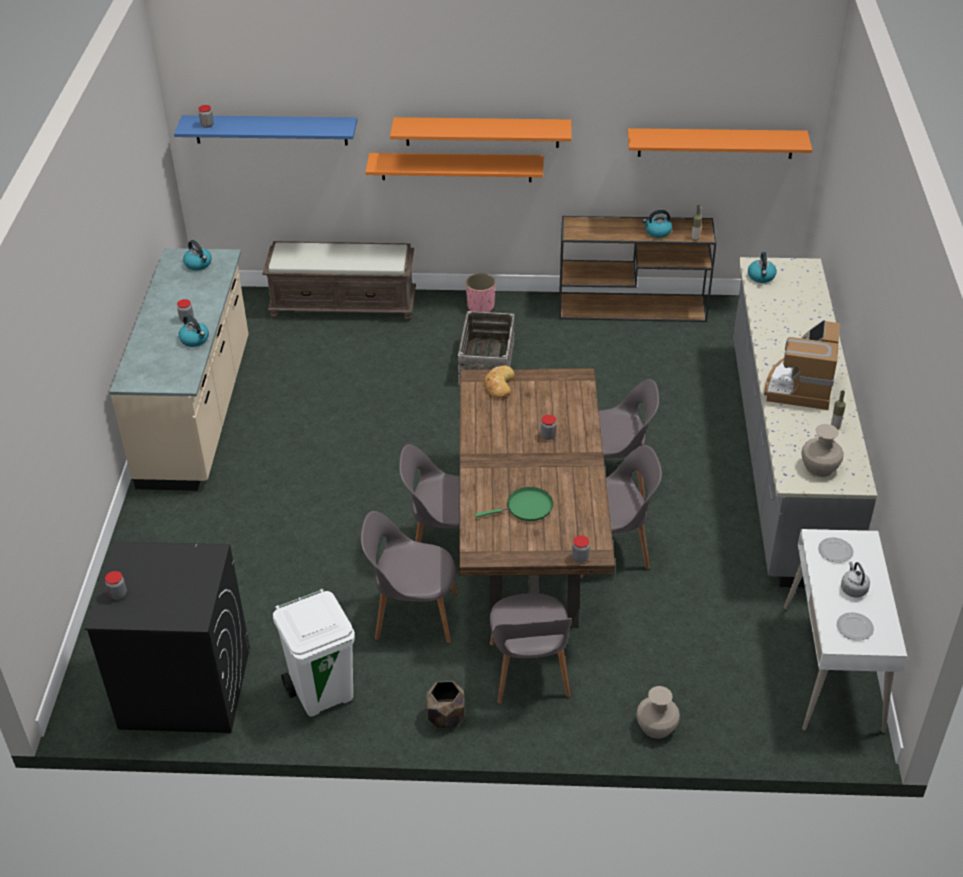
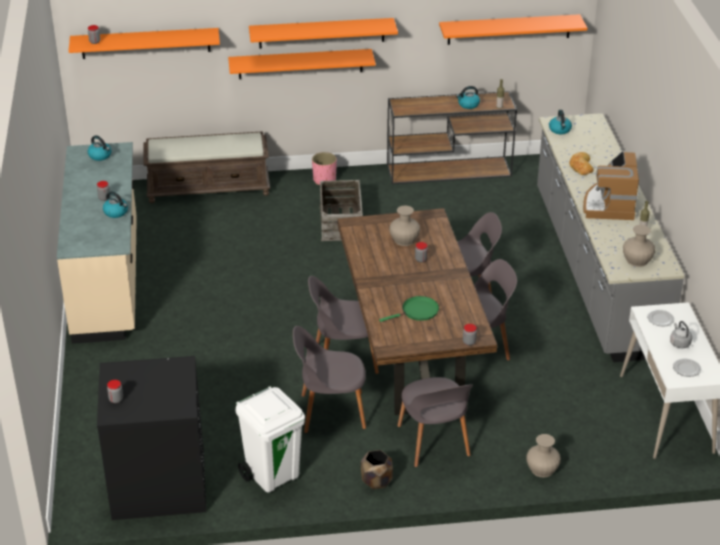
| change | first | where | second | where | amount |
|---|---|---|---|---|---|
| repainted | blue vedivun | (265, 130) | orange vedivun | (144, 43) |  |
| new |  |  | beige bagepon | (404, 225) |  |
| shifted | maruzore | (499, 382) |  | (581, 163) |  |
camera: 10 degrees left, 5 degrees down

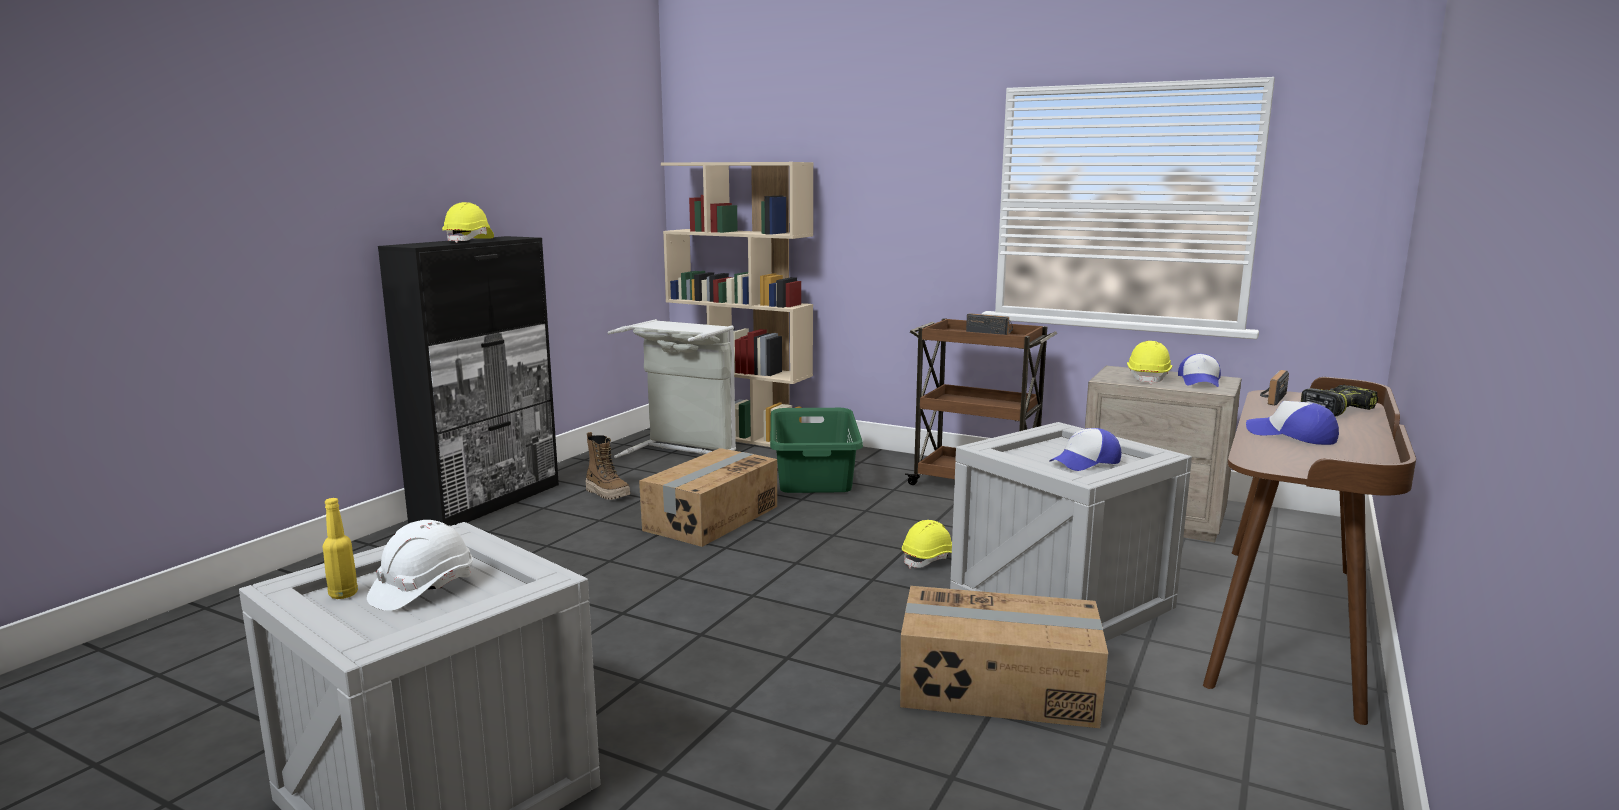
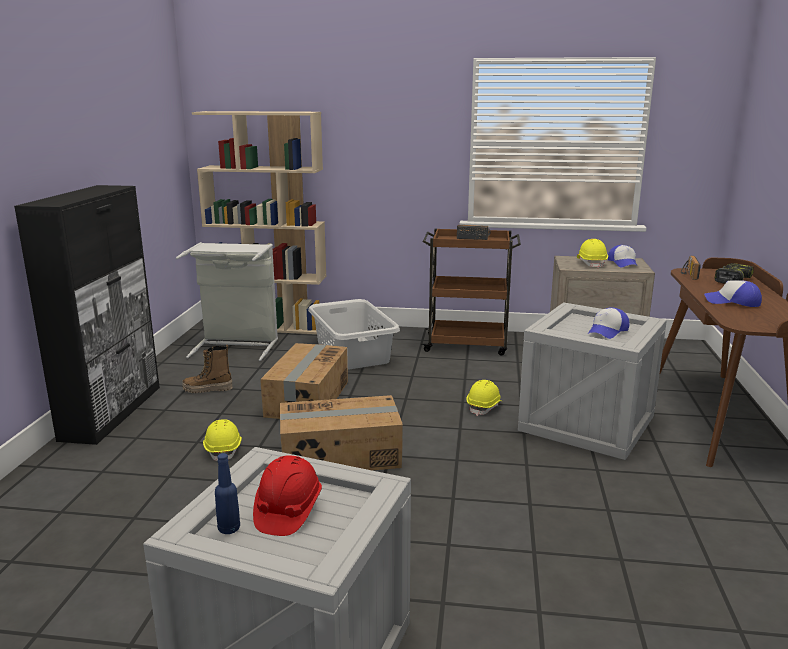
| change | first | where | second | where | amount |
|---|---|---|---|---|---|
| rotated | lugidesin | (608, 466) |  | (207, 369) | 150 degrees clockwise |
| shifted | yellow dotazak | (468, 222) |  | (222, 440) |  |
| repainted | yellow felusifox | (340, 548) | blue felusifox | (227, 493) |  |
| repainted | white dotazak | (420, 565) | red dotazak | (287, 495) |  |
| shifted | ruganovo | (1004, 657) |  | (341, 432) |  |
| repainted | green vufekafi | (816, 450) | grey vufekafi | (354, 334) |  |
camera: 20 degrees left, 5 degrees up

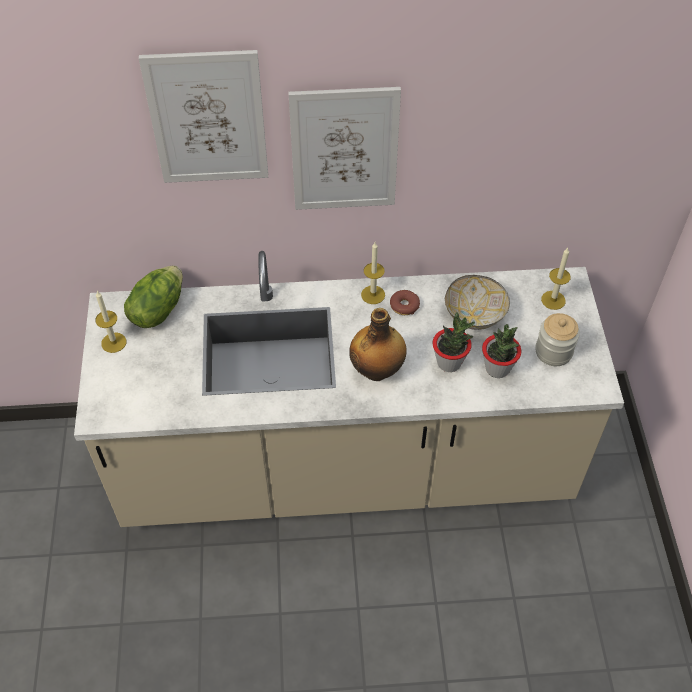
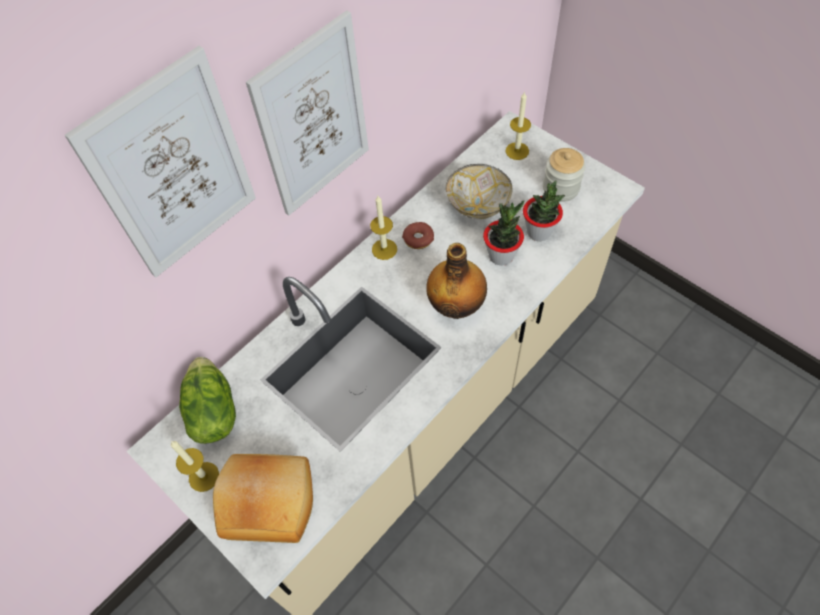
| change | first | where | second | where | amount |
|---|---|---|---|---|---|
| new |  |  | maruzore | (263, 498) |  |
camera: 40 degrees left, 5 degrees up

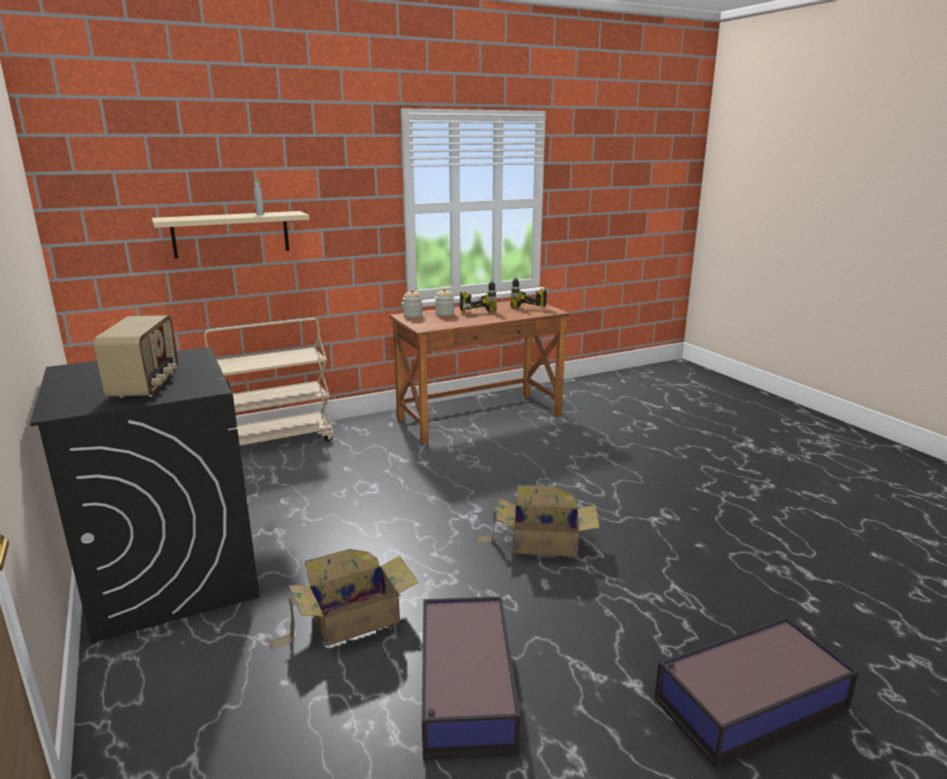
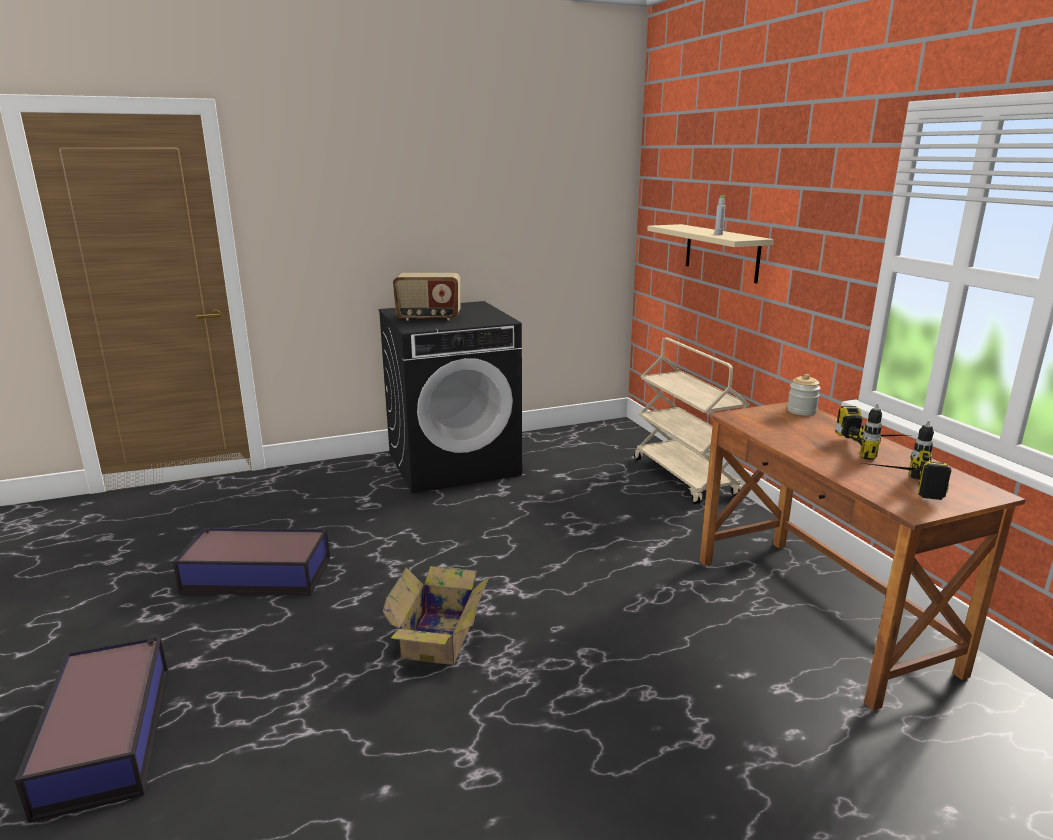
| change | first | where | second | where | amount |
|---|---|---|---|---|---|
| gone | ruganovo | (343, 599) |  |  |  |
| gone | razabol | (444, 302) |  |  |  |
camera: 95 degrees right, 0 degrees up

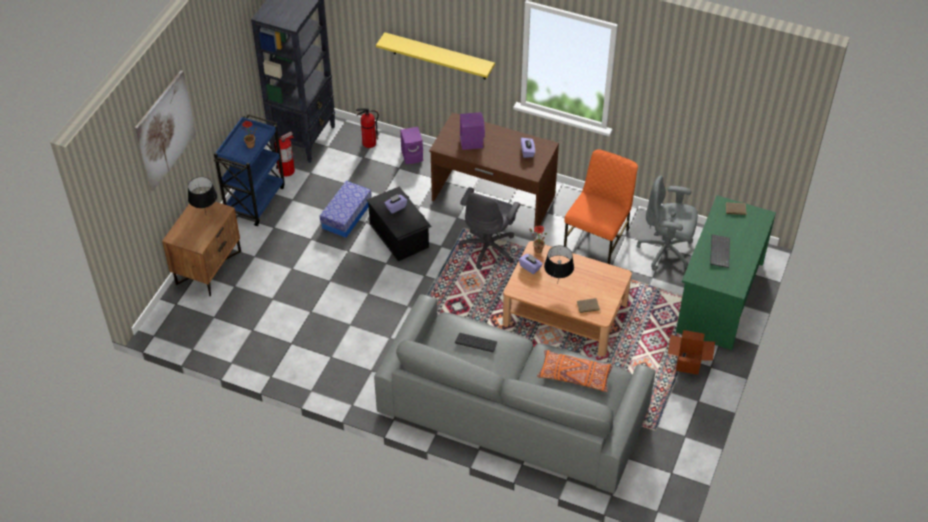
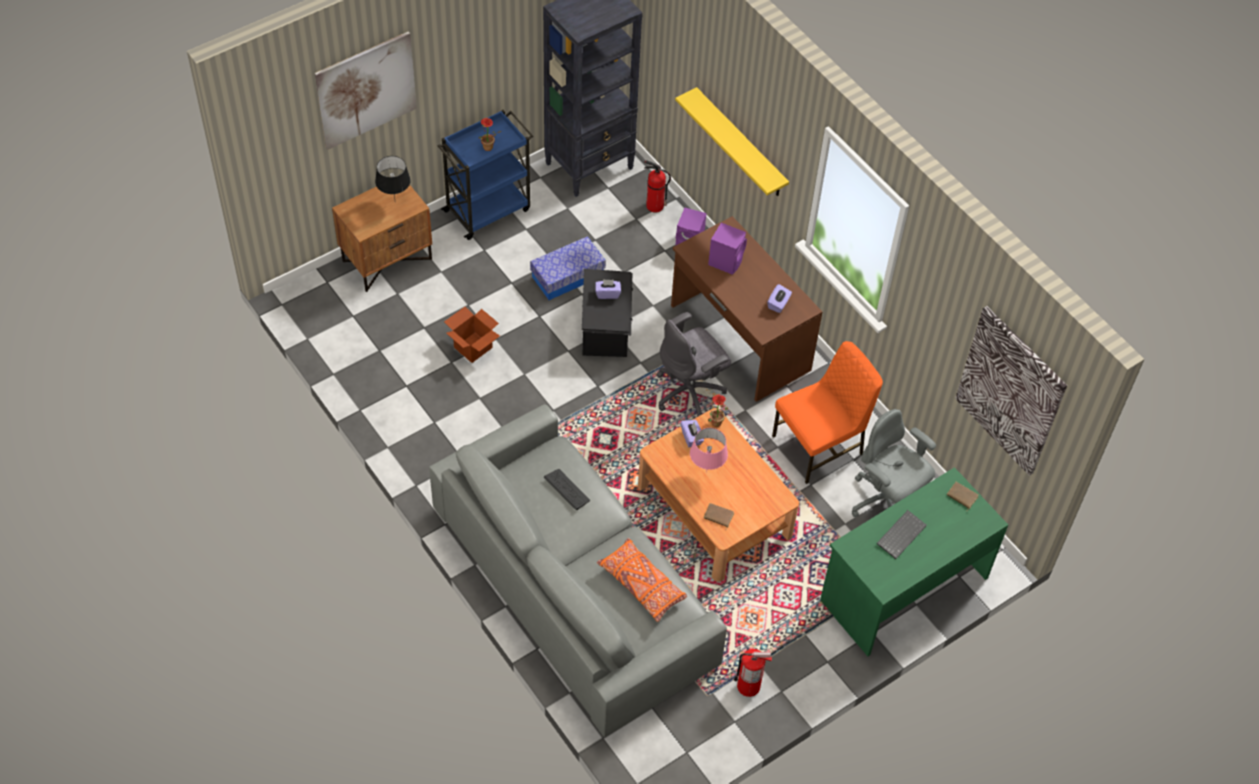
| change | first | where | second | where | amount |
|---|---|---|---|---|---|
| shifted | ruganovo | (691, 352) |  | (472, 335) |  |
| repainted | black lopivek | (559, 262) | pink lopivek | (709, 450) |  |
| shifted | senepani | (284, 154) |  | (753, 673) |  |
| new |  |  | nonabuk | (1011, 391) |  |
camera: 30 degrees right, 5 degrees up

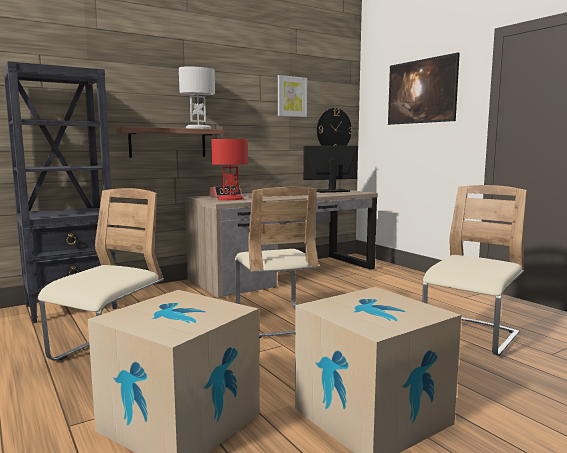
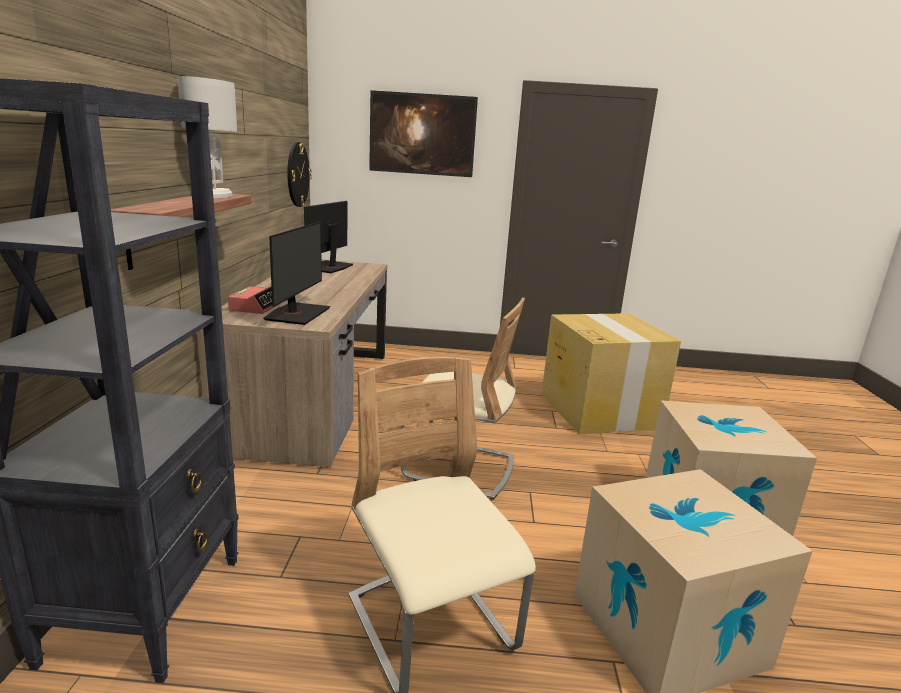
| change | first | where | second | where | amount |
|---|---|---|---|---|---|
| swapped | red lopivek | (229, 169) | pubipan | (296, 273) |  |
| swapped | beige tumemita | (474, 270) | ruganovo | (611, 374) |  |
| gone | nonabuk | (292, 96) |  |  |  |
camera: 55 degrees left, 10 degrees up

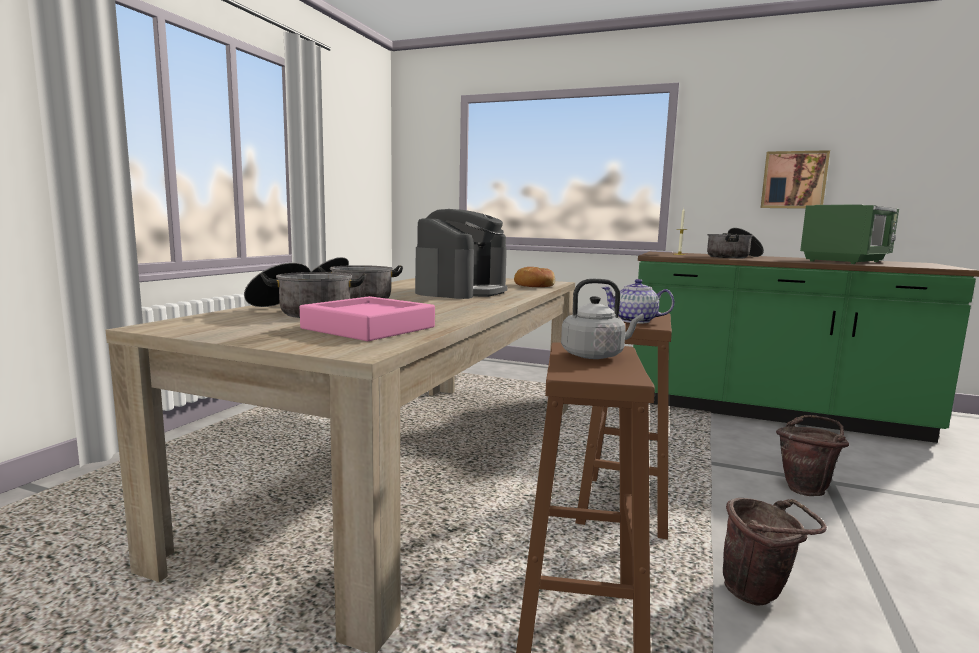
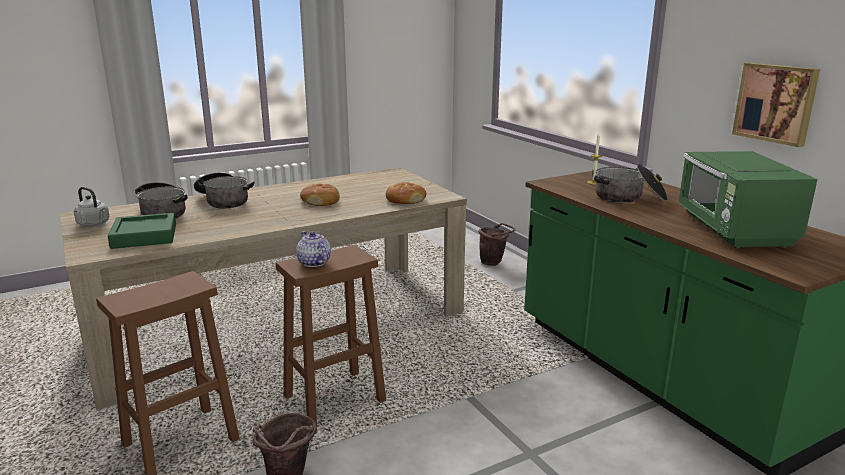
| change | first | where | second | where | amount |
|---|---|---|---|---|---|
| shifted | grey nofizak | (602, 319) |  | (92, 206) |  |
| repainted | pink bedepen | (367, 318) | green bedepen | (142, 231) |  |
| swapped | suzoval | (461, 254) | maruzore | (320, 195) |  |
| shifted | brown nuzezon | (812, 455) |  | (496, 244) |  |
| rotated | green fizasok | (849, 234) |  | (748, 199) | 90 degrees clockwise |
camera: 40 degrees right, 10 degrees up

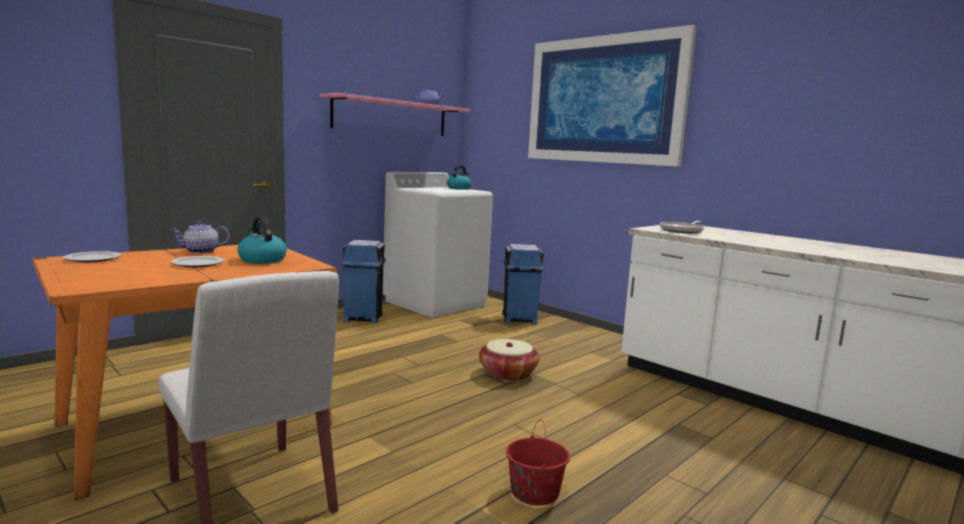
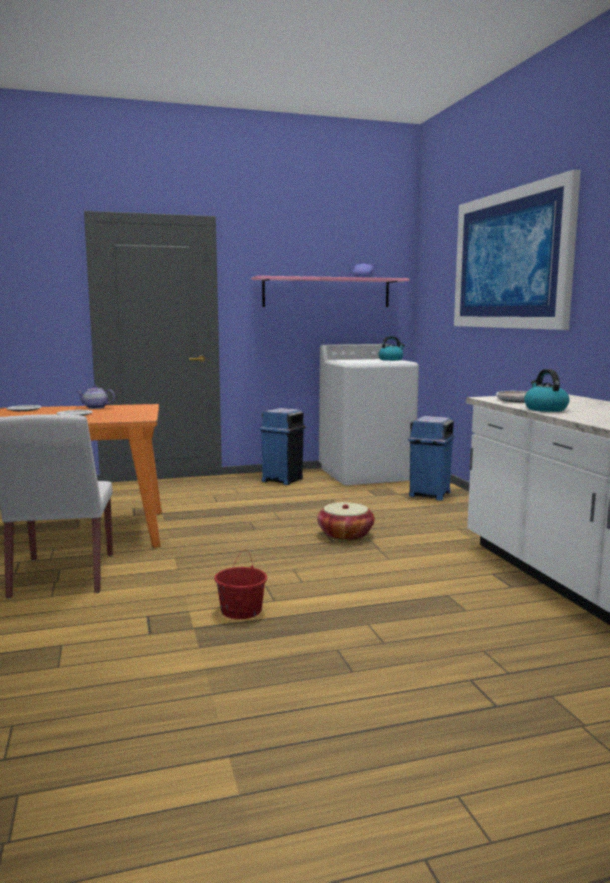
| change | first | where | second | where | amount |
|---|---|---|---|---|---|
| shifted | nofizak | (262, 240) |  | (546, 390) |  |
camera: 30 degrees right, 0 degrees up

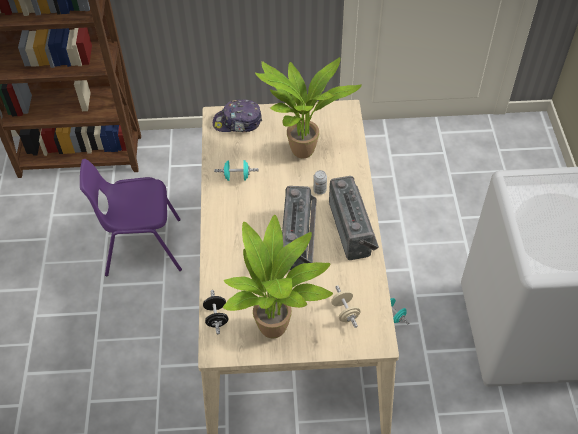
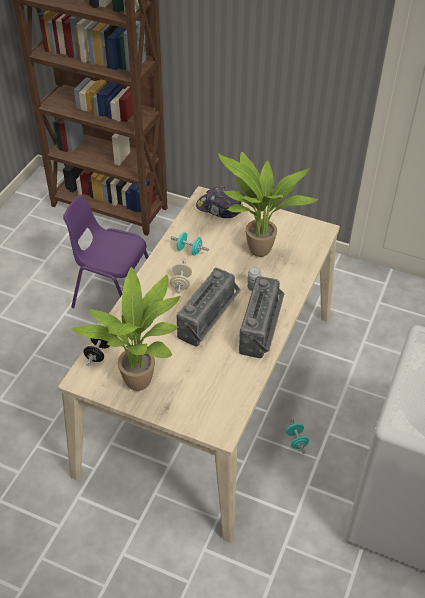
| change | first | where | second | where | amount |
|---|---|---|---|---|---|
| shifted | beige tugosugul | (346, 306) |  | (181, 277) |  |
camera: 25 degrees right, 5 degrees down

